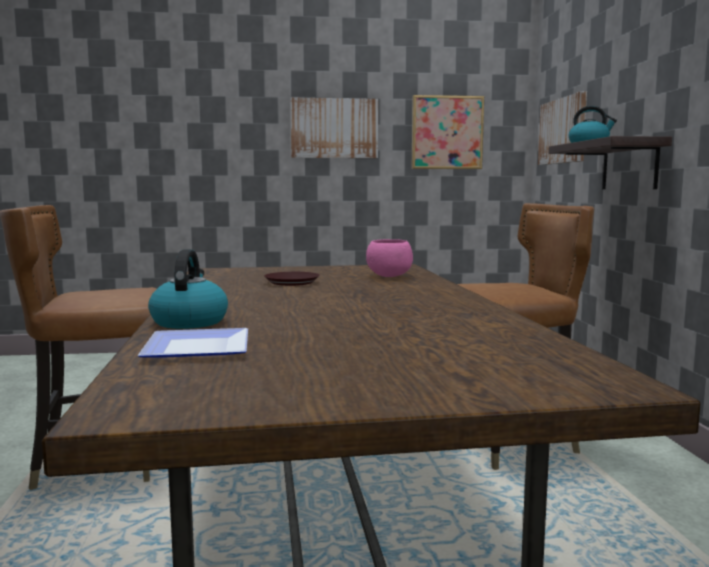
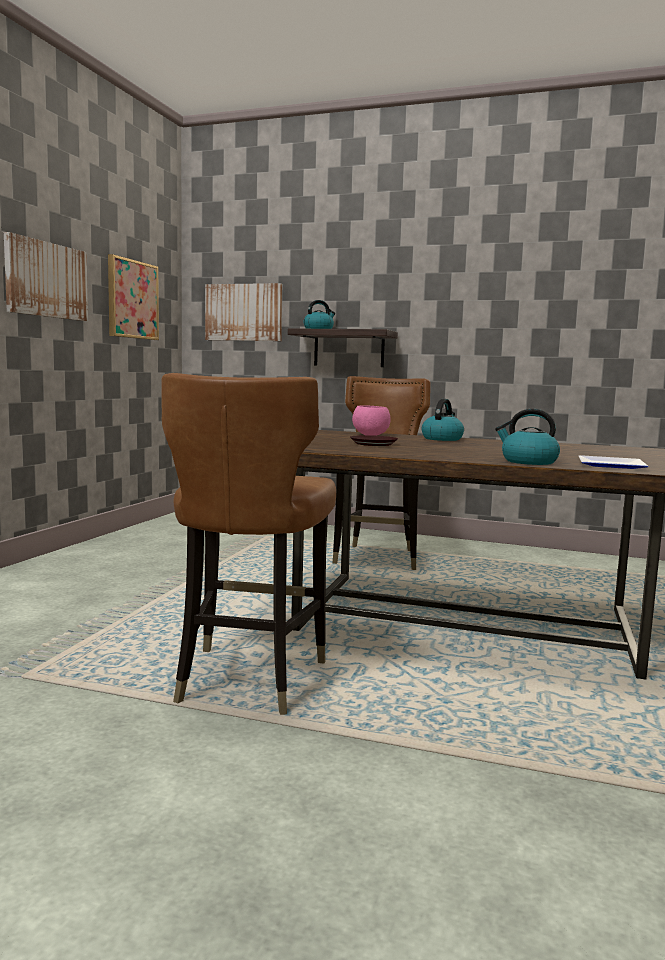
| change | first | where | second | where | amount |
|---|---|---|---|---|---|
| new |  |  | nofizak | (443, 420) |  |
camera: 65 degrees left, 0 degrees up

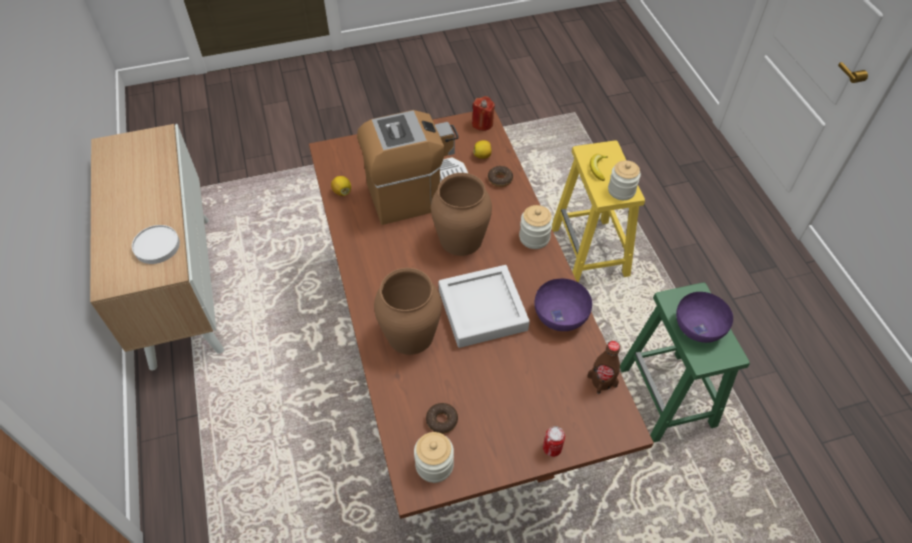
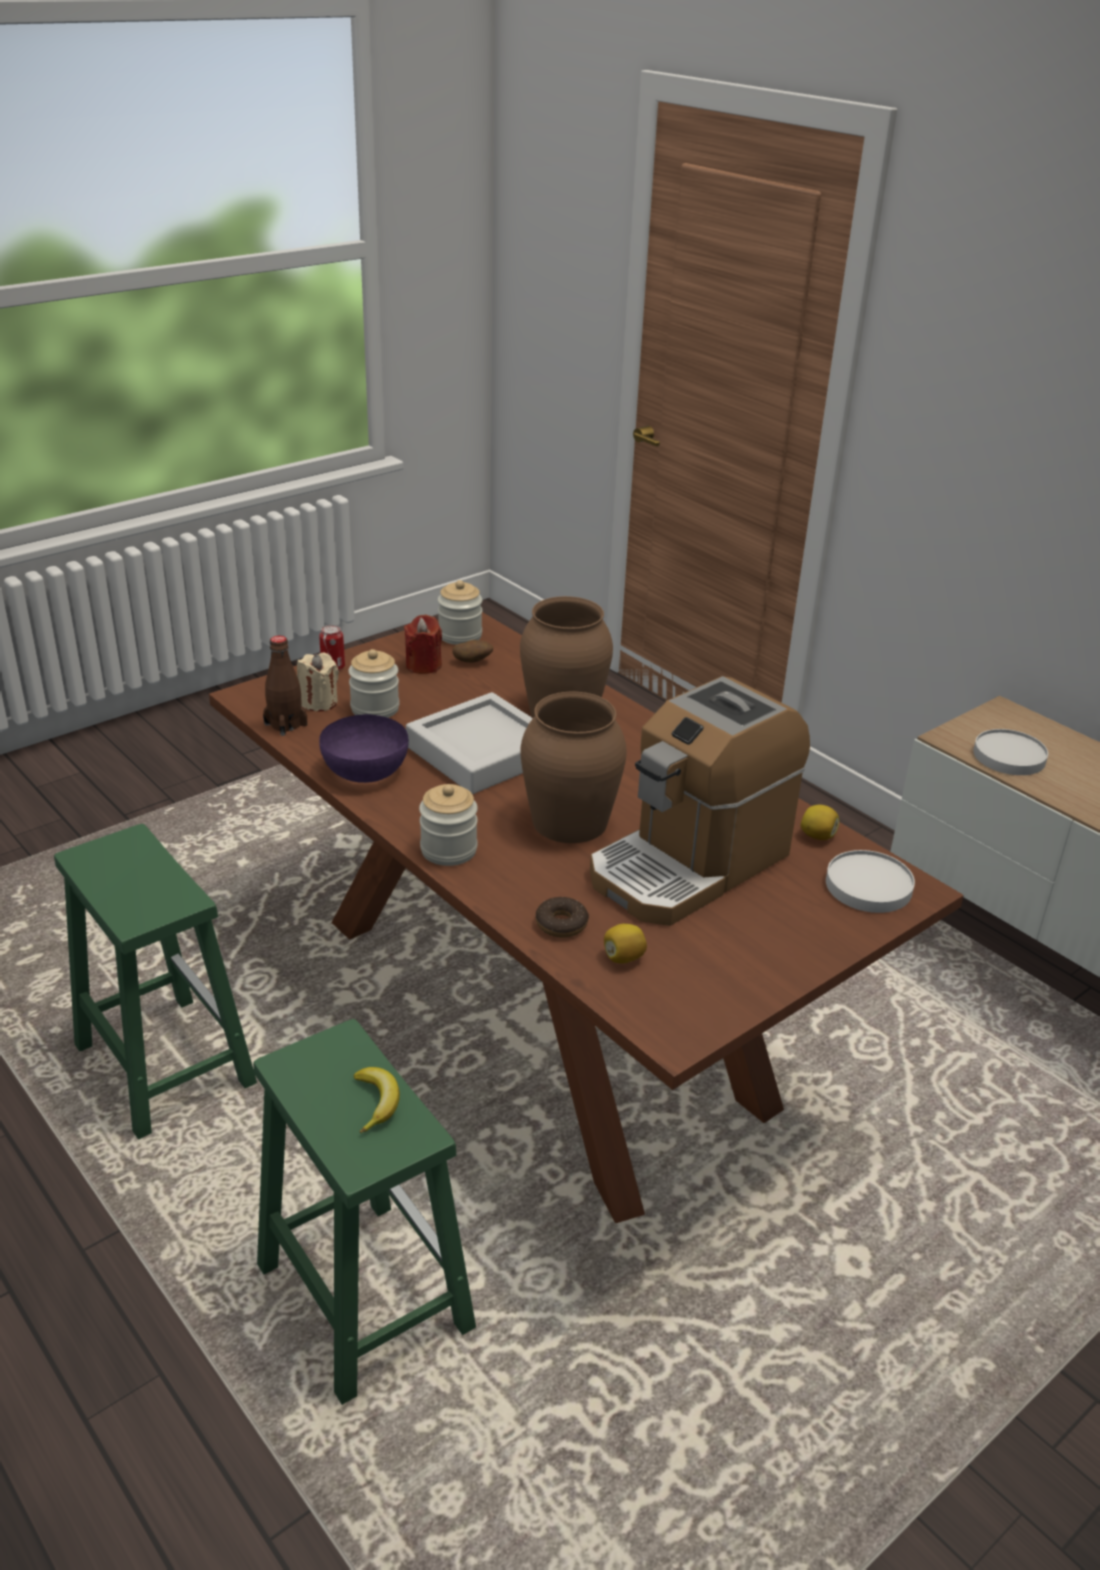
| change | first | where | second | where | amount |
|---|---|---|---|---|---|
| repainted | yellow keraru | (598, 212) | green keraru | (364, 1212) |  |
| new |  |  | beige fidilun | (318, 681) |  |
| shifted | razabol | (624, 180) |  | (373, 683) |  |
| shifted | red fidilun | (483, 113) |  | (423, 644) |  |
| swapped | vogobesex | (442, 418) | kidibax | (472, 651) |  |
| new |  |  | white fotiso | (870, 881) |  |
| gone | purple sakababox | (704, 317) |  |  |  |
camera: 155 degrees right, 20 degrees down

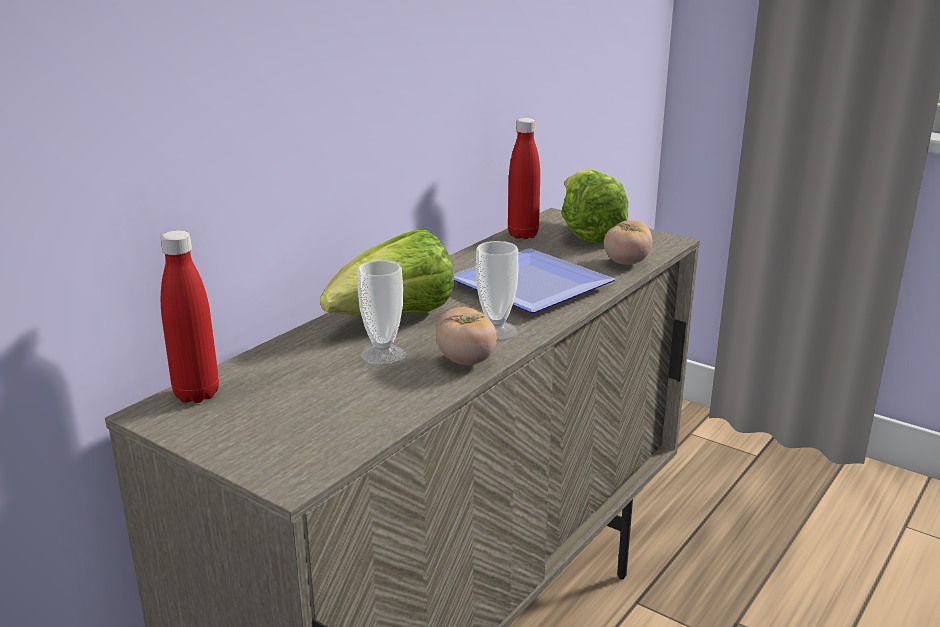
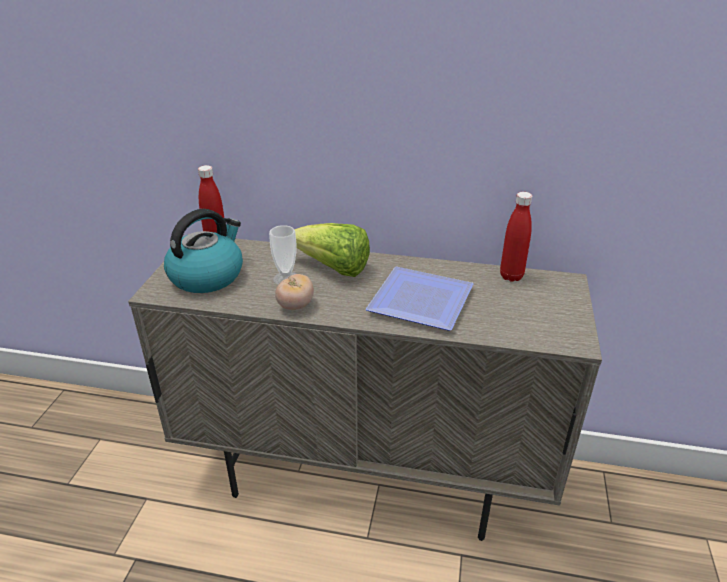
| change | first | where | second | where | amount |
|---|---|---|---|---|---|
| new |  |  | nofizak | (203, 251) |  |
| gone | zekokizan | (497, 291) |  |  |  |
| gone | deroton | (594, 207) |  |  |  |
| gone | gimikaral | (628, 242) |  |  |  |
camera: 65 degrees right, 10 degrees up

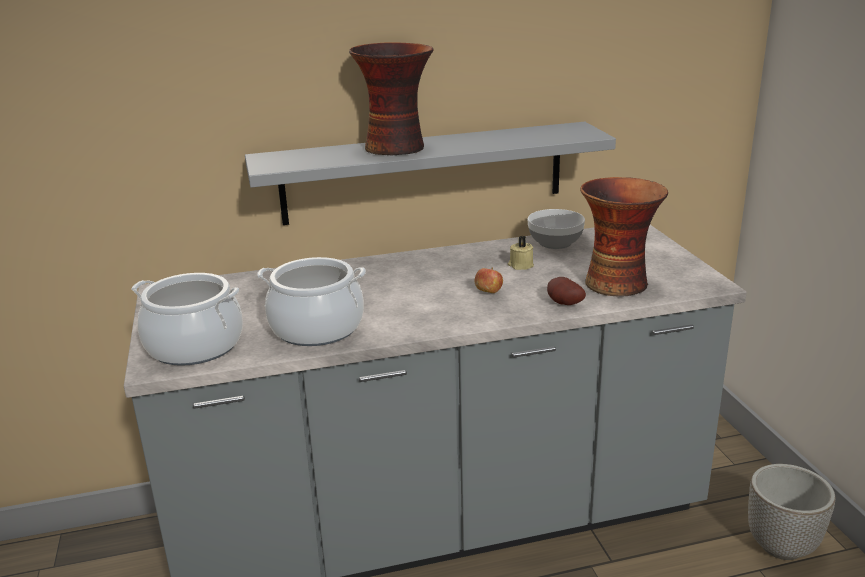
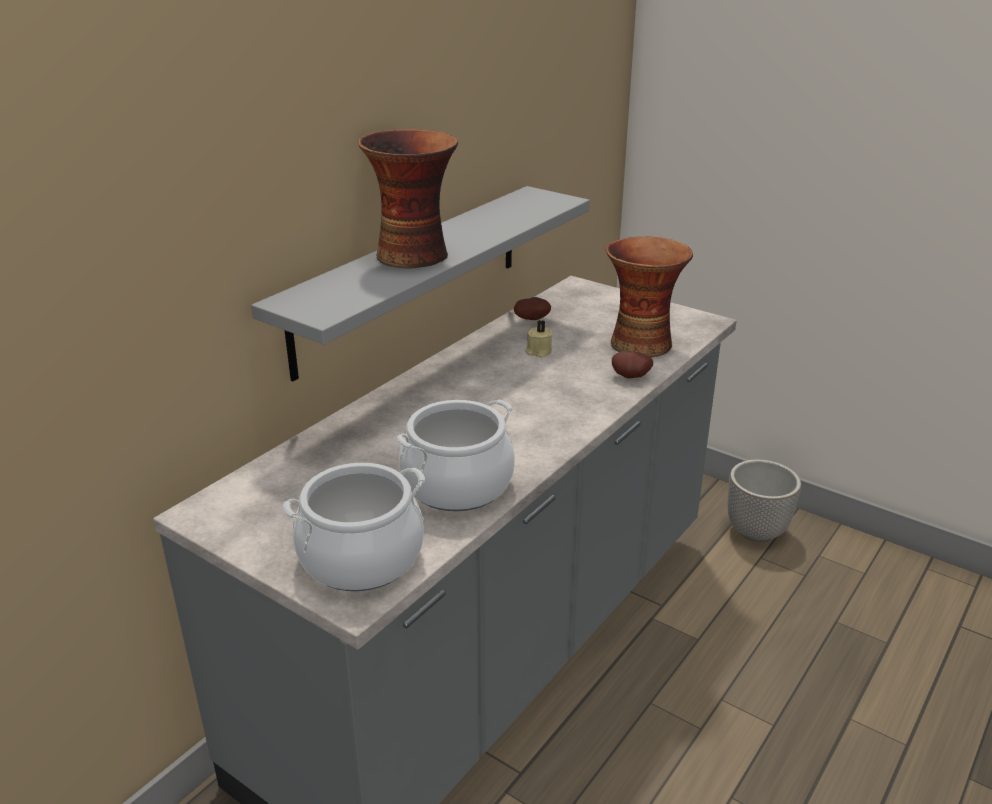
| change | first | where | second | where | amount |
|---|---|---|---|---|---|
| swapped | sakababox | (556, 229) | kidibax | (532, 308) |  |
| gone | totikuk | (489, 280) |  |  |  |
camera: 40 degrees left, 5 degrees up

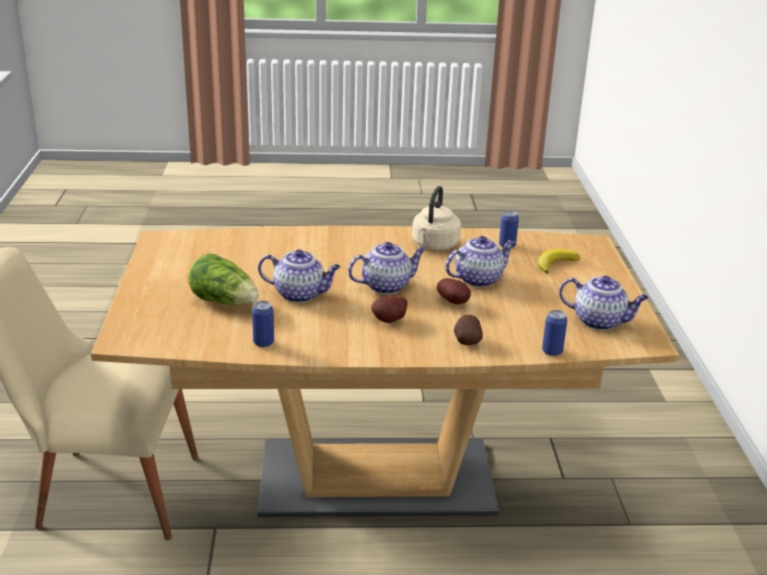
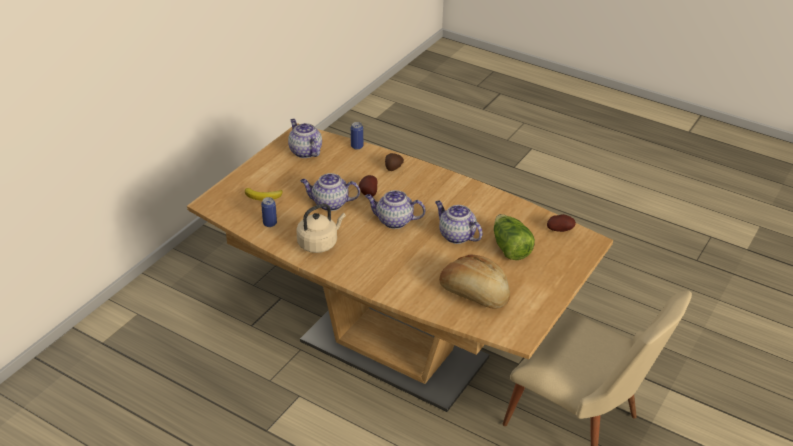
| change | first | where | second | where | amount |
|---|---|---|---|---|---|
| new |  |  | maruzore | (474, 282) |  |
| shifted | kidibax | (389, 309) |  | (561, 223) |  |
| gone | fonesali | (263, 324) |  |  |  |
camera: 145 degrees left, 10 degrees up

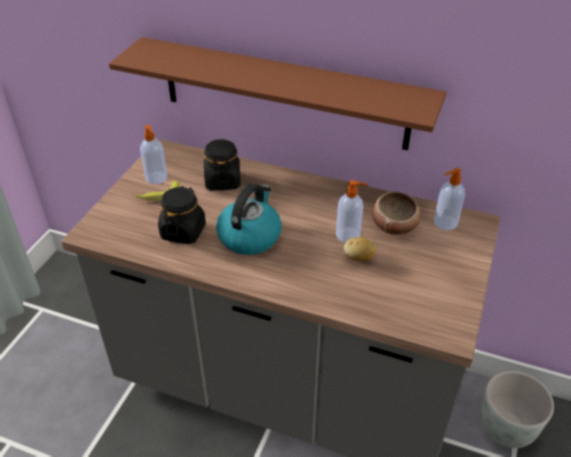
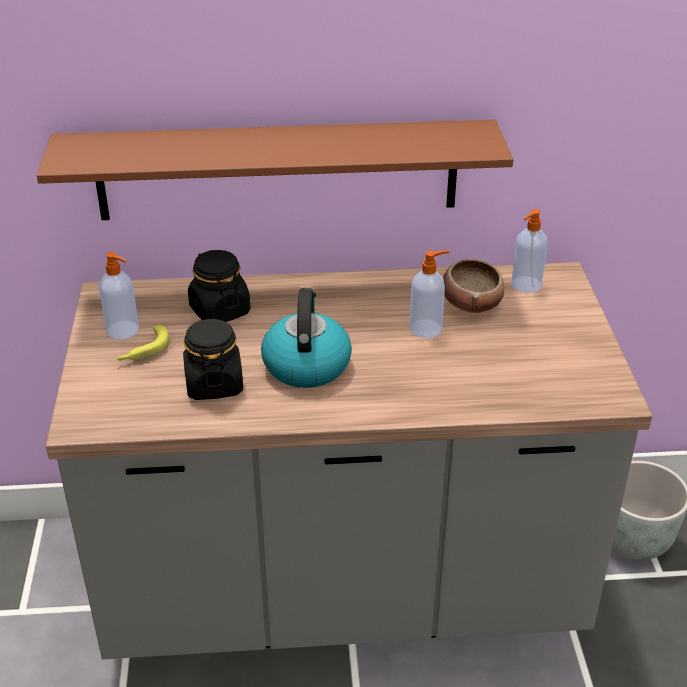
| change | first | where | second | where | amount |
|---|---|---|---|---|---|
| gone | kidibax | (360, 249) |  |  |  |
camera: 25 degrees left, 5 degrees down

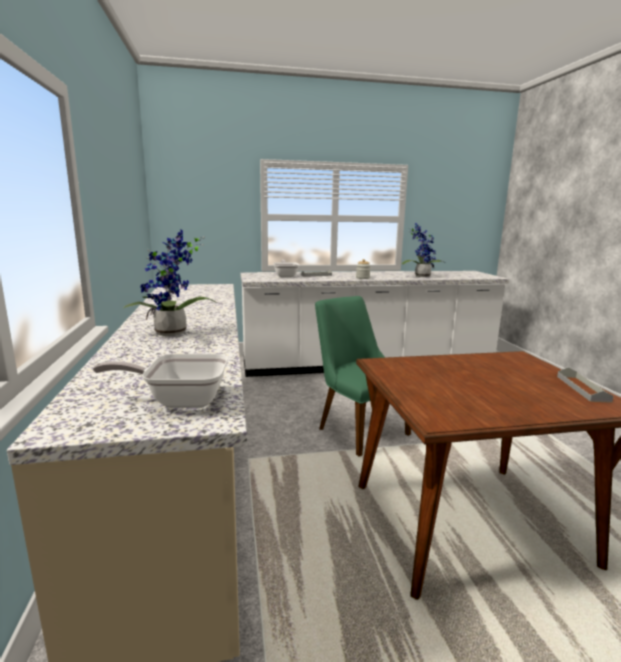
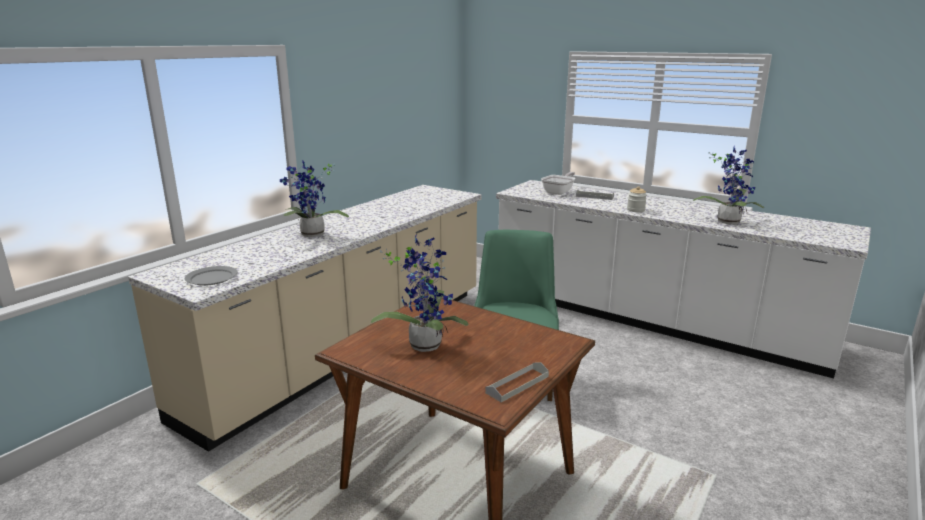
| change | first | where | second | where | amount |
|---|---|---|---|---|---|
| swapped | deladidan | (160, 381) | grey fotiso | (211, 276) |  |
| new |  |  | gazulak | (419, 294) |  |
camera: 45 degrees right, 5 degrees up

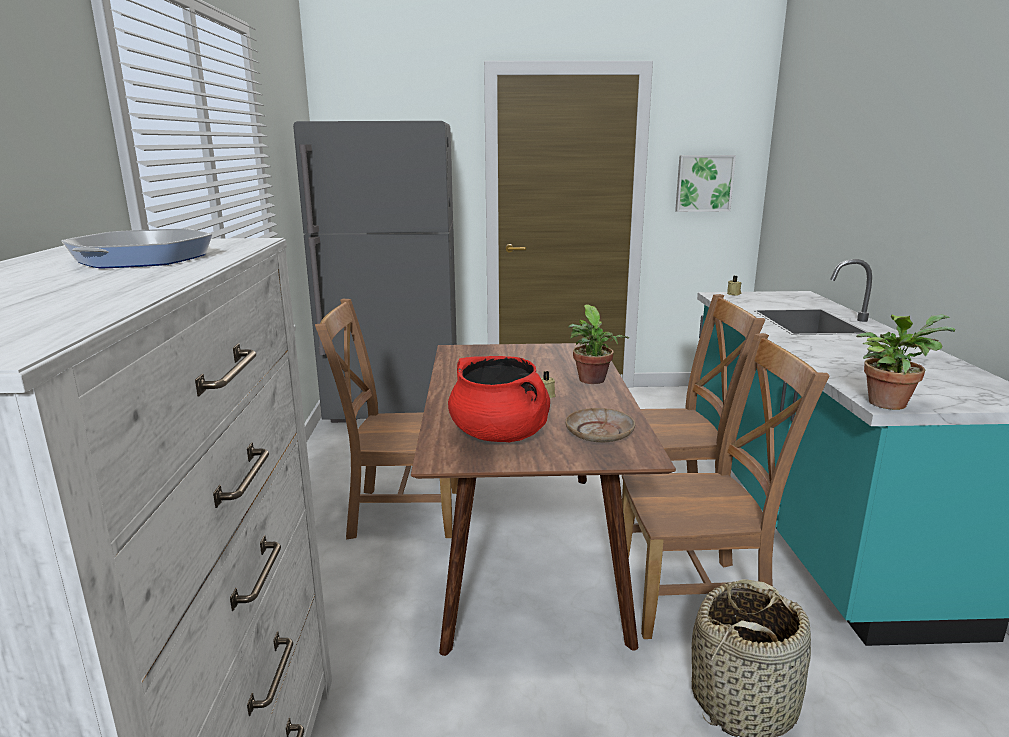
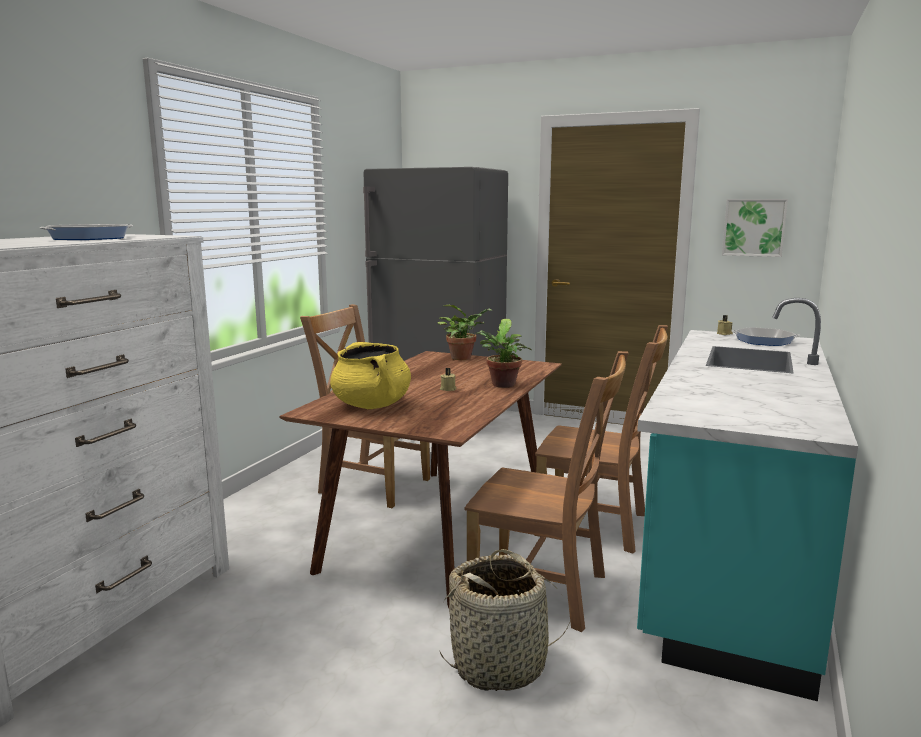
| change | first | where | second | where | amount |
|---|---|---|---|---|---|
| repainted | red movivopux | (499, 399) | yellow movivopux | (370, 375) |  |
| shifted | gazulak | (905, 362) |  | (465, 332) |  |
| new |  |  | deladidan | (766, 336) |  |
| gone | beige fotiso | (600, 425) |  |  |  |
camera: 25 degrees right, 5 degrees down

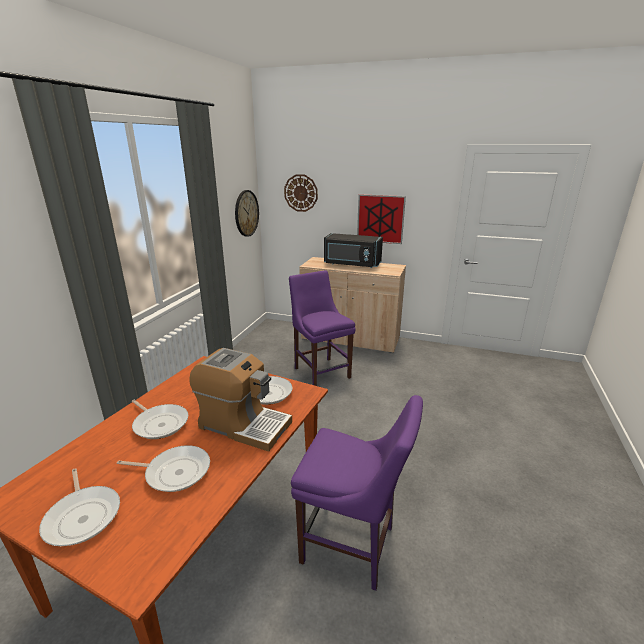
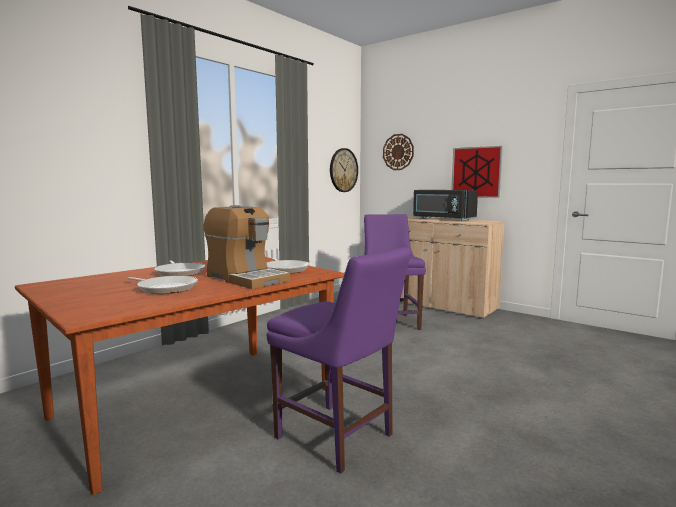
| change | first | where | second | where | amount |
|---|---|---|---|---|---|
| gone | deladidan | (79, 507) |  |  |  |
camera: 20 degrees right, 15 degrees down

